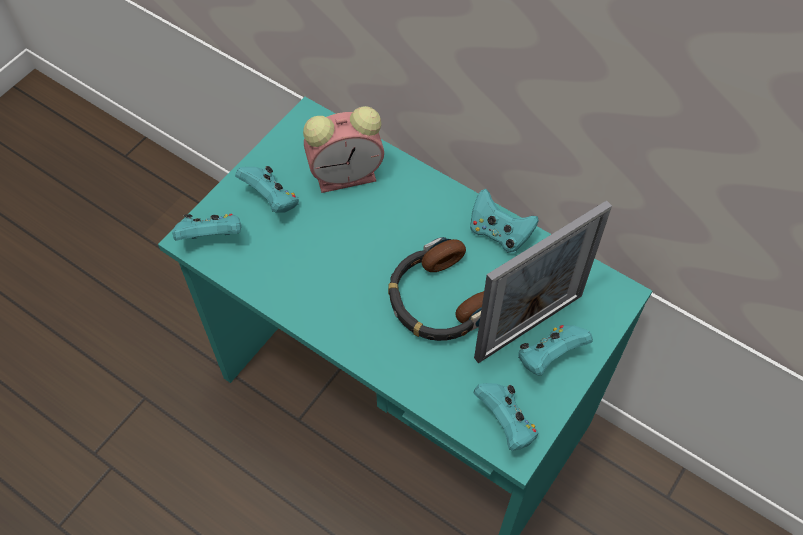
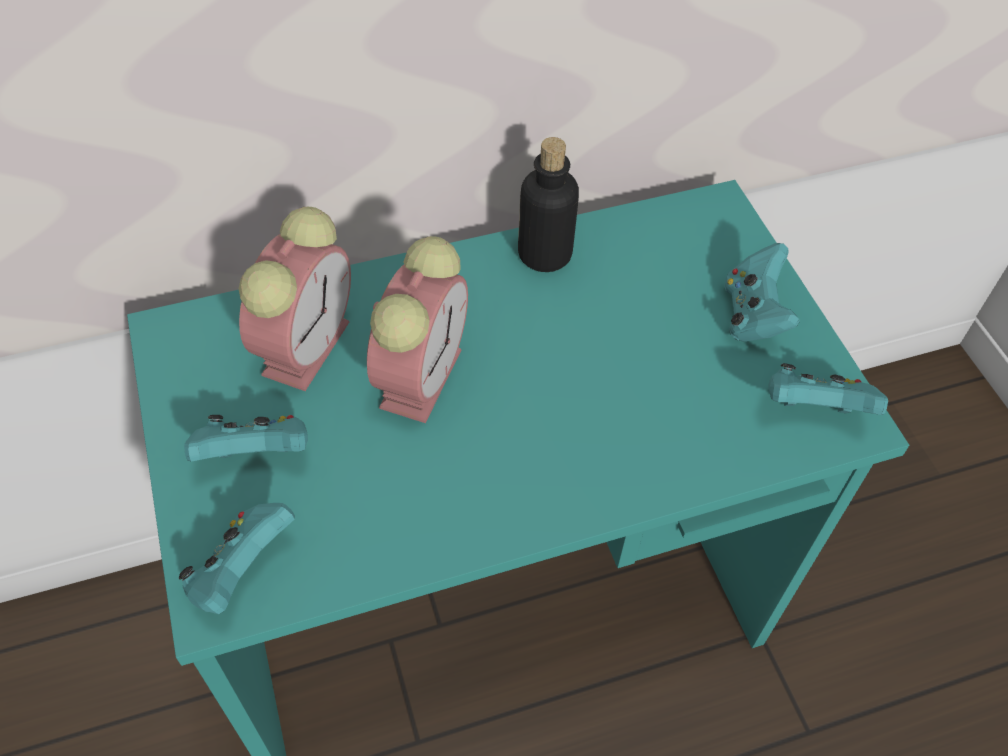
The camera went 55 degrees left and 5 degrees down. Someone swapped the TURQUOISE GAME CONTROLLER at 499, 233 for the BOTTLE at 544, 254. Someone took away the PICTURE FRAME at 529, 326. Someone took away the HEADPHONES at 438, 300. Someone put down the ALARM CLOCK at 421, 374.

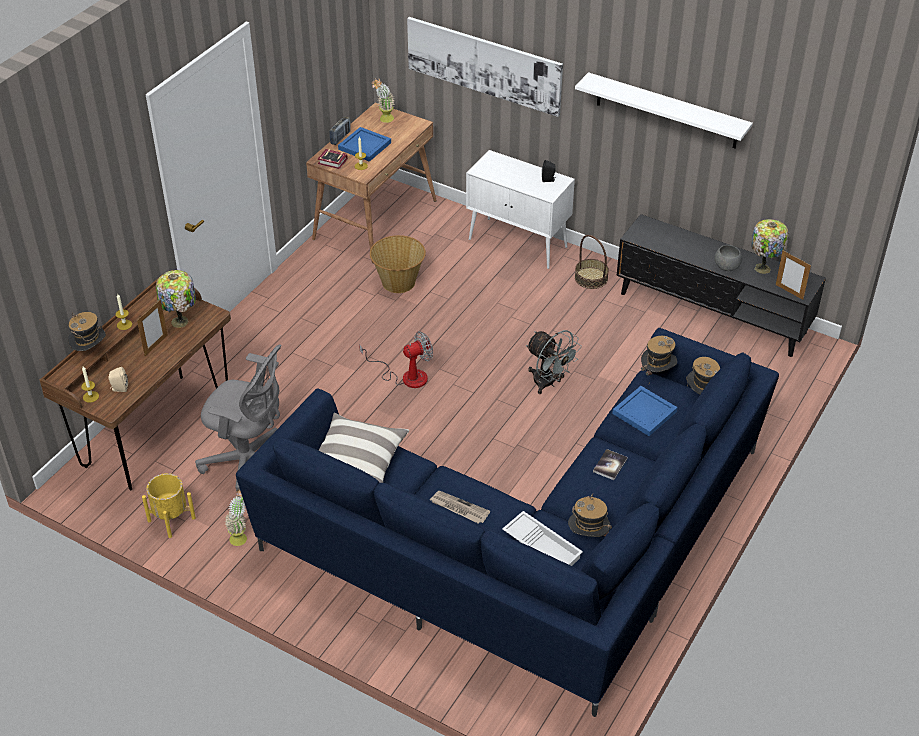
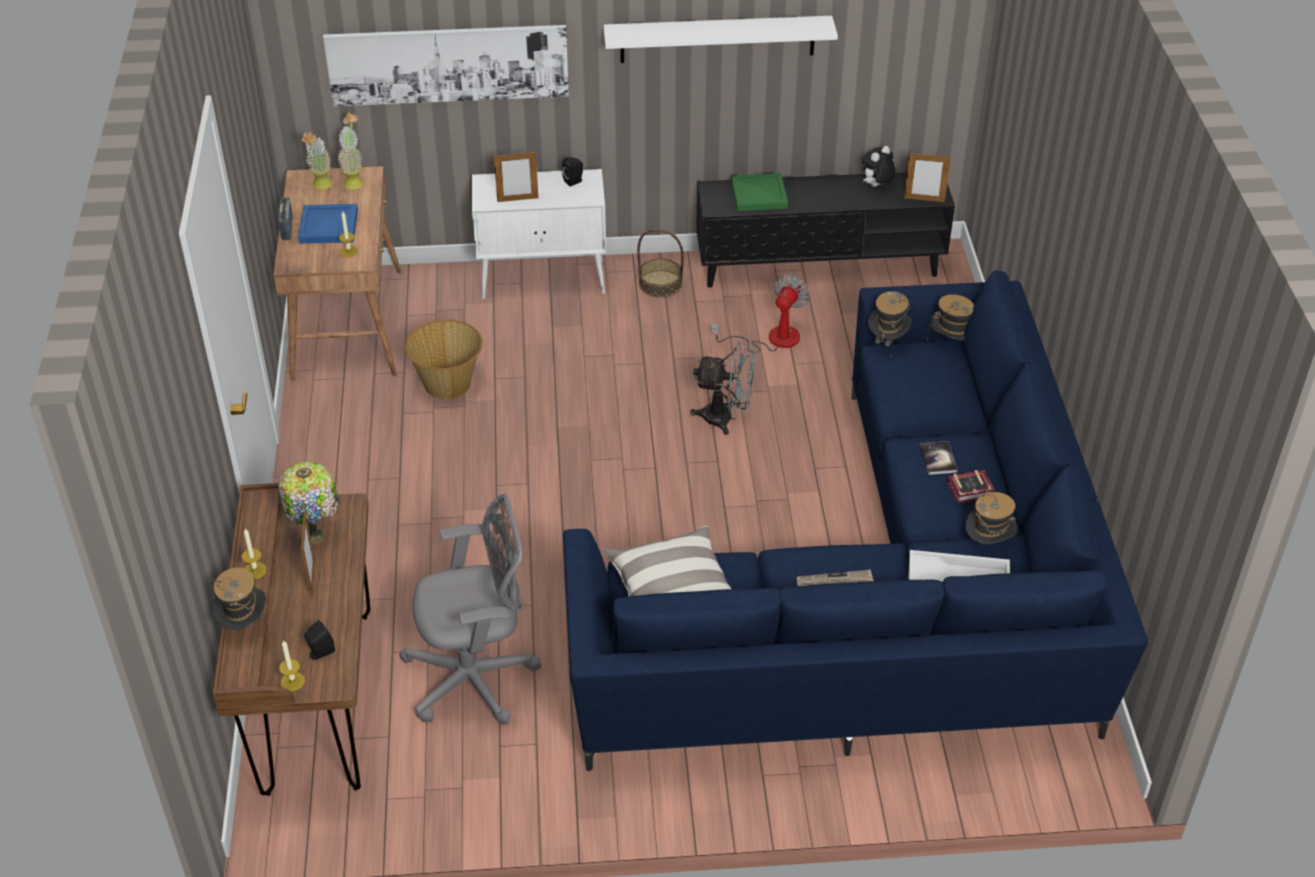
The camera went 35 degrees left and 0 degrees up. Someone carried the BOOK from 333, 162 to 972, 490. Someone swapped the TABLE LAMP at 764, 268 for the PLUSH TOY at 877, 186. Someone took away the GREY BOWL at 726, 267. Someone carried the FAN from 406, 376 to 772, 339. Someone repainted the BEIGE SPEAKER at 119, 388, which became the BLACK SPEAKER at 320, 653. Someone took away the BLUE TRAY at 644, 412. Someone took away the YELLOW PLANTER at 171, 519. Someone carried the POTTED PLANT from 241, 536 to 354, 180. Someone put down the PICTURE FRAME at 517, 199. Someone put down the GREEN TRAY at 758, 194.

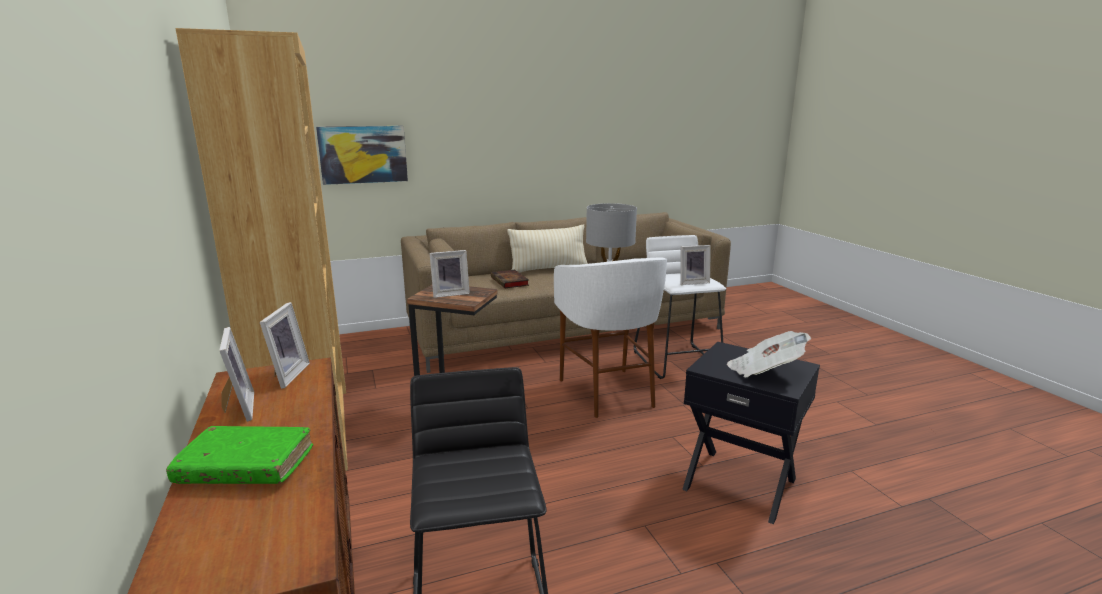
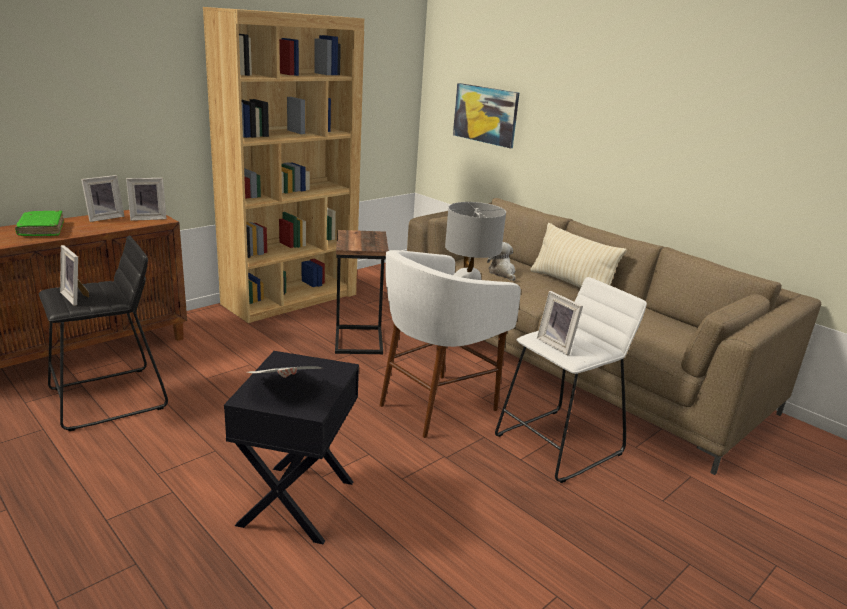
The camera went 65 degrees right and 5 degrees up. Someone carried the PICTURE FRAME from 450, 294 to 76, 297. Someone swapped the BOOK at 510, 282 for the PLUSH TOY at 502, 273.

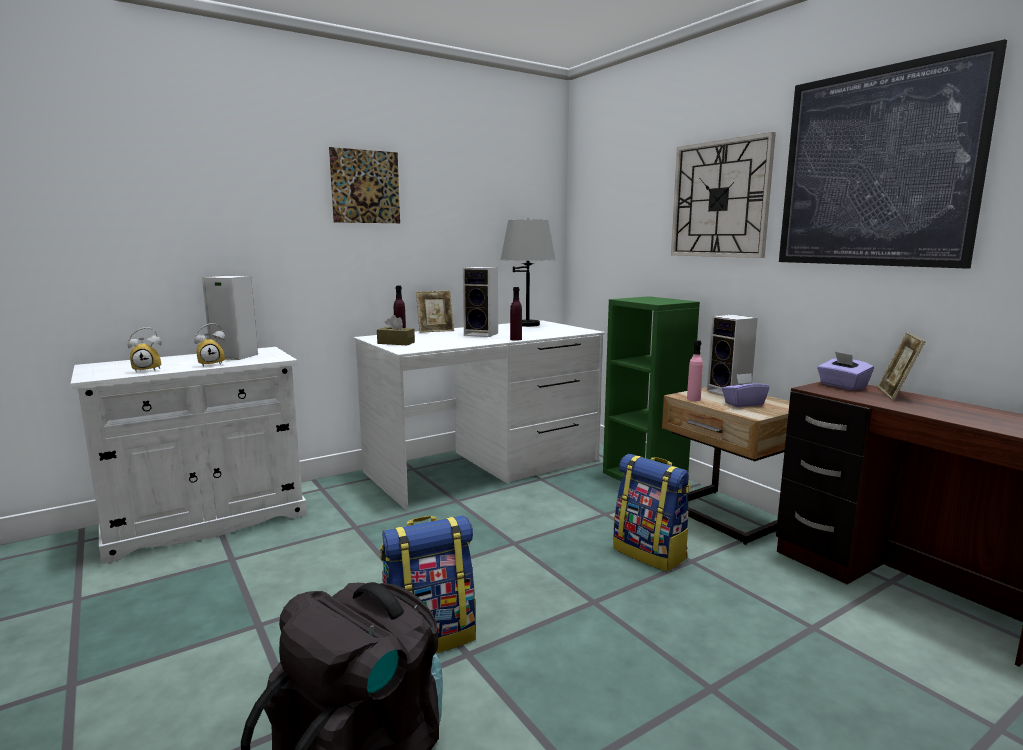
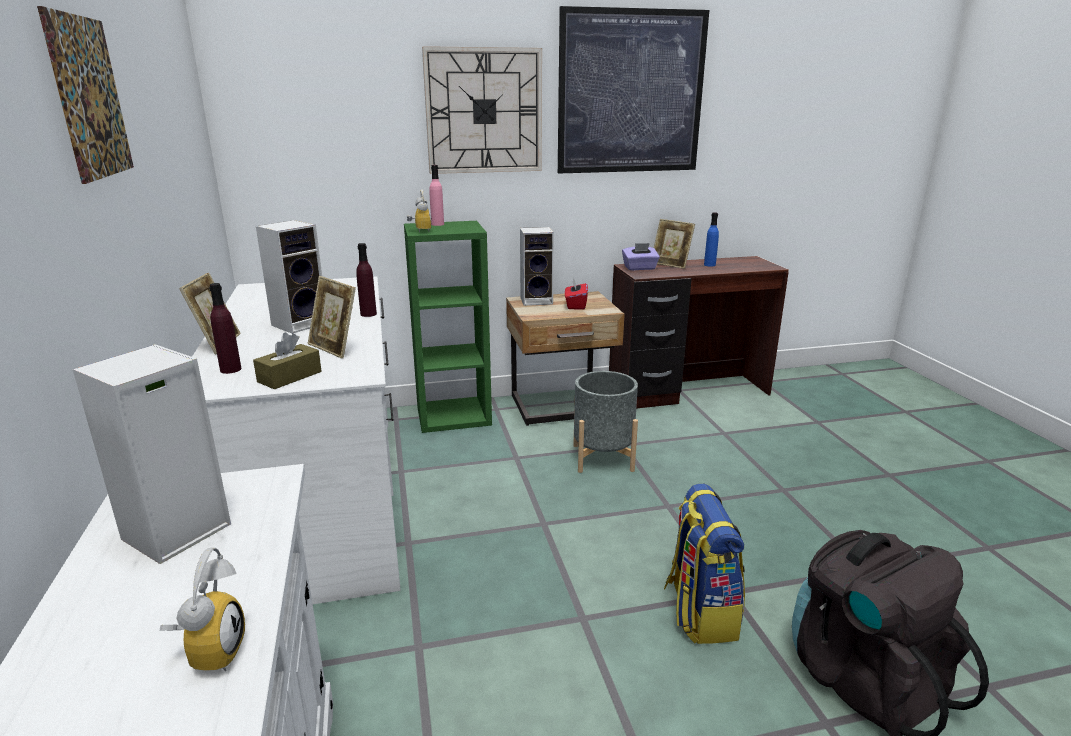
The camera went 70 degrees left and 10 degrees up. Someone took away the GREY TABLE LAMP at 528, 324. Someone carried the ALARM CLOCK from 212, 364 to 419, 230. Someone carried the PINK BOTTLE from 693, 399 to 437, 224. Someone repainted the PURPLE TISSUE BOX at 743, 404, which became the RED TISSUE BOX at 575, 305. Someone swapped the BACKPACK at 650, 553 for the GREY PLANTER at 603, 458. Someone put down the BLUE BOTTLE at 709, 265. Someone put down the PICTURE FRAME at 334, 348.

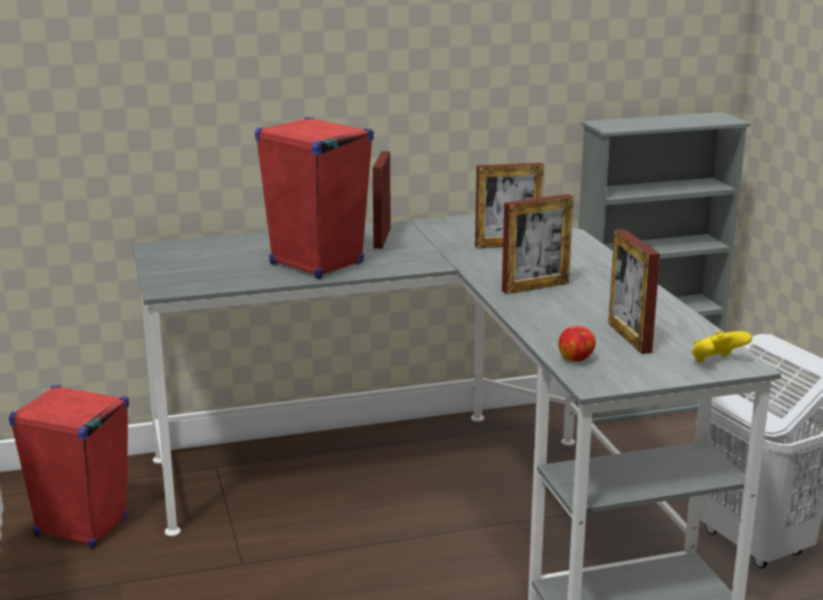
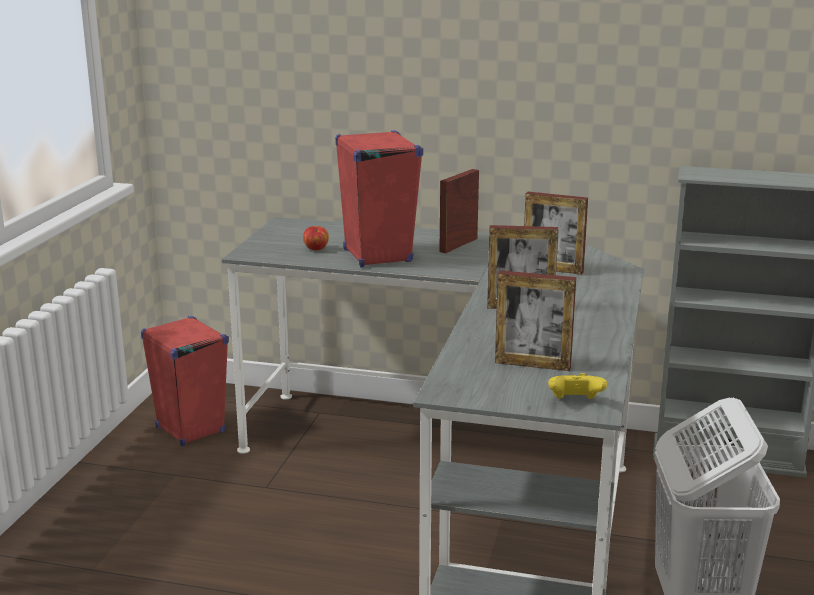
The camera went 30 degrees right and 0 degrees up. Someone rotated the PICTURE FRAME at 629, 337 by 90 degrees counterclockwise. Someone carried the APPLE from 576, 359 to 316, 249.

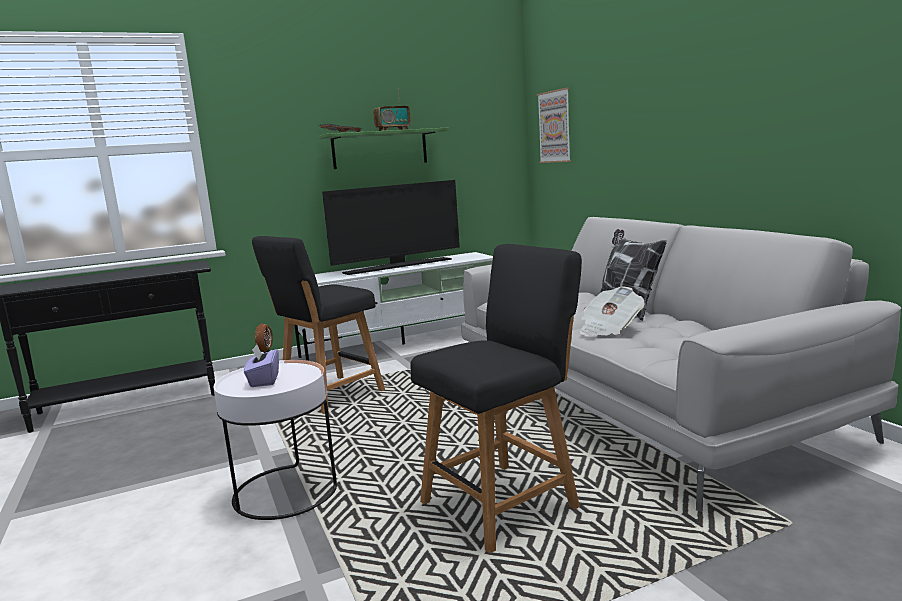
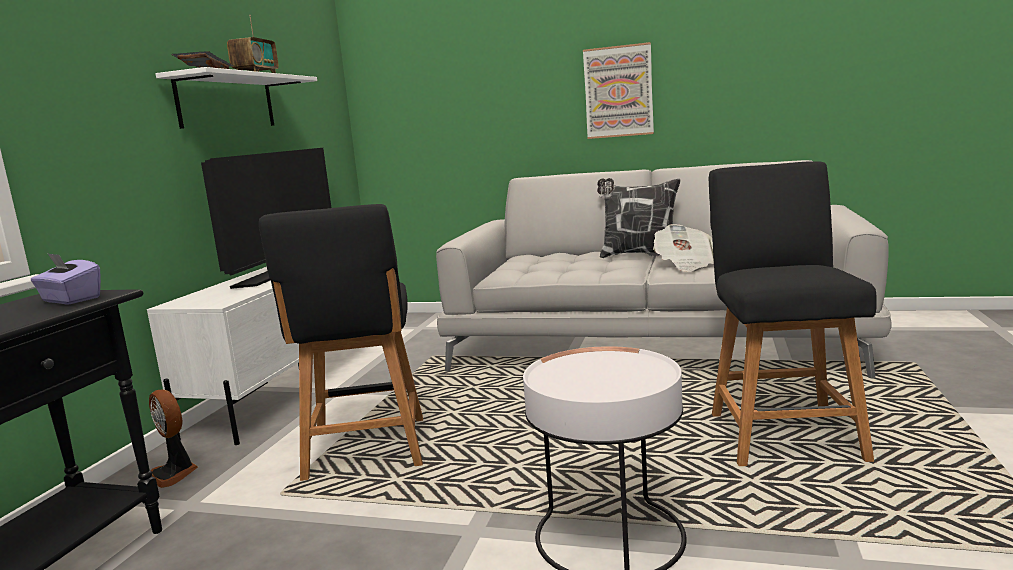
The camera went 50 degrees left and 0 degrees up. Someone carried the PICTURE from 555, 127 to 618, 92. Someone repainted the GREEN SHELF at 380, 149, which became the WHITE SHELF at 227, 102. Someone carried the PURPLE TISSUE BOX from 264, 380 to 70, 300.

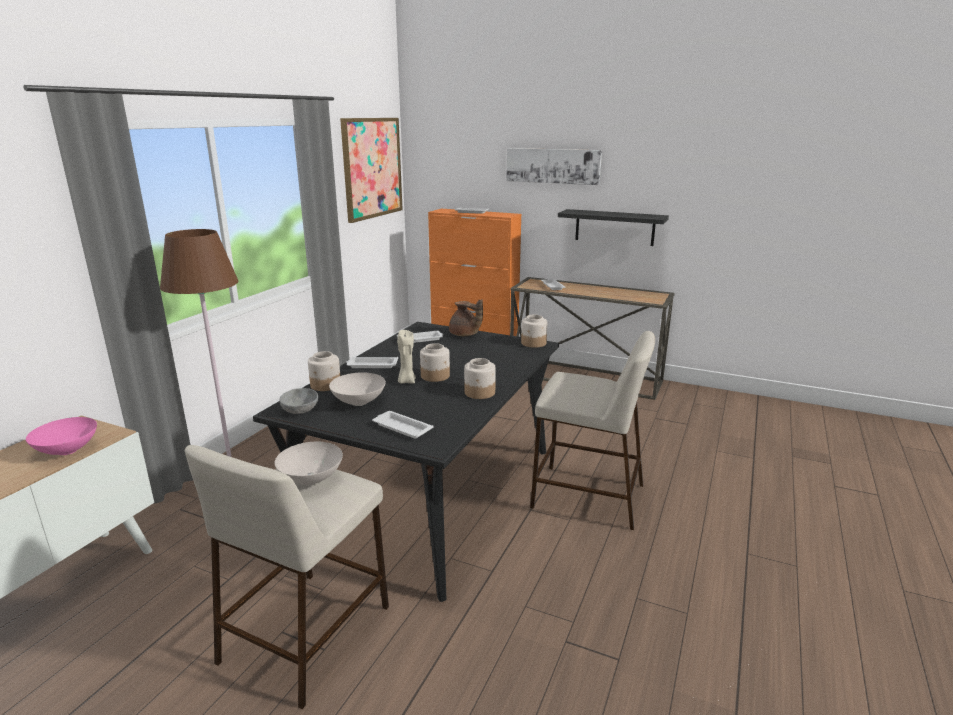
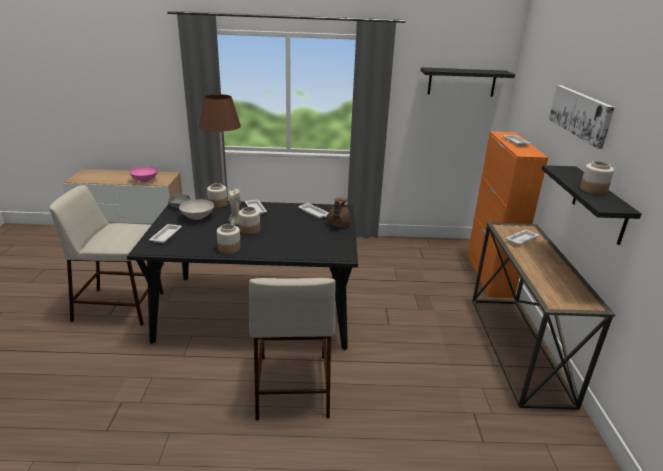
The camera went 65 degrees right and 5 degrees up. Someone swapped the PICTURE at 372, 168 for the BLACK SHELF at 461, 82. Someone carried the JAR from 533, 343 to 593, 190. Someone took away the WHITE BOWL at 310, 479.

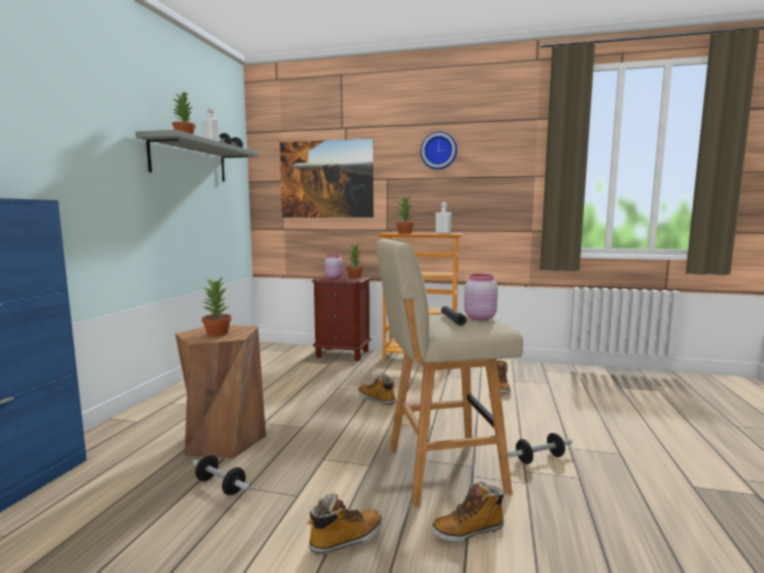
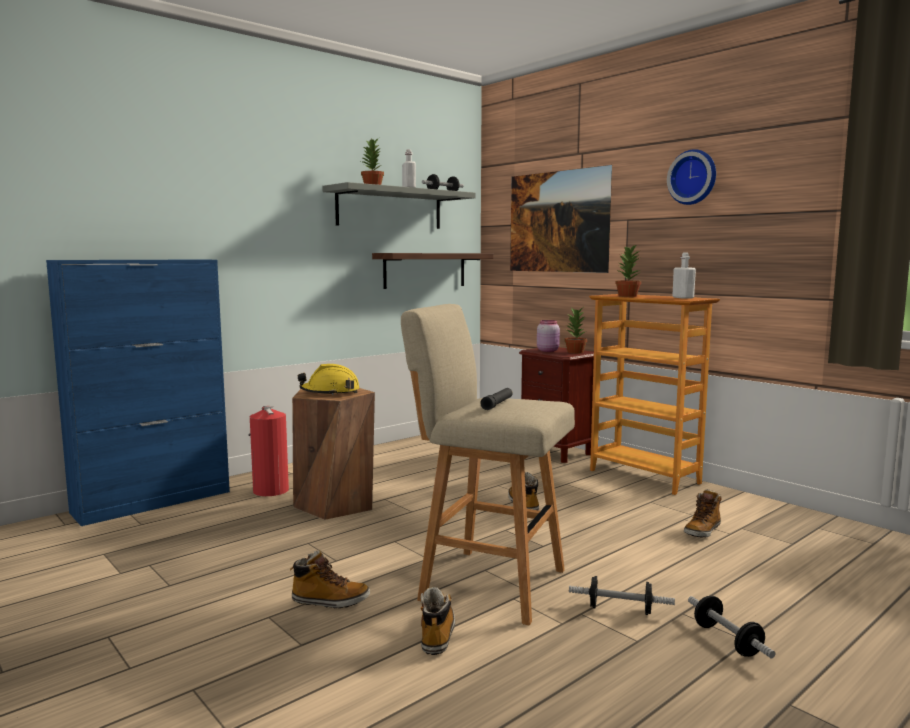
The camera went 35 degrees right and 0 degrees up. Someone took away the PINK JAR at 479, 317. Someone swapped the POTTED PLANT at 218, 333 for the YELLOW HARD HAT at 330, 392. Someone carried the DUMBBELL from 220, 486 to 727, 640. Someone rotated the BOOT at 468, 530 by 75 degrees clockwise. Someone put up the SHELF at 425, 270. Someone put down the FIRE EXTINGUISHER at 270, 489.

